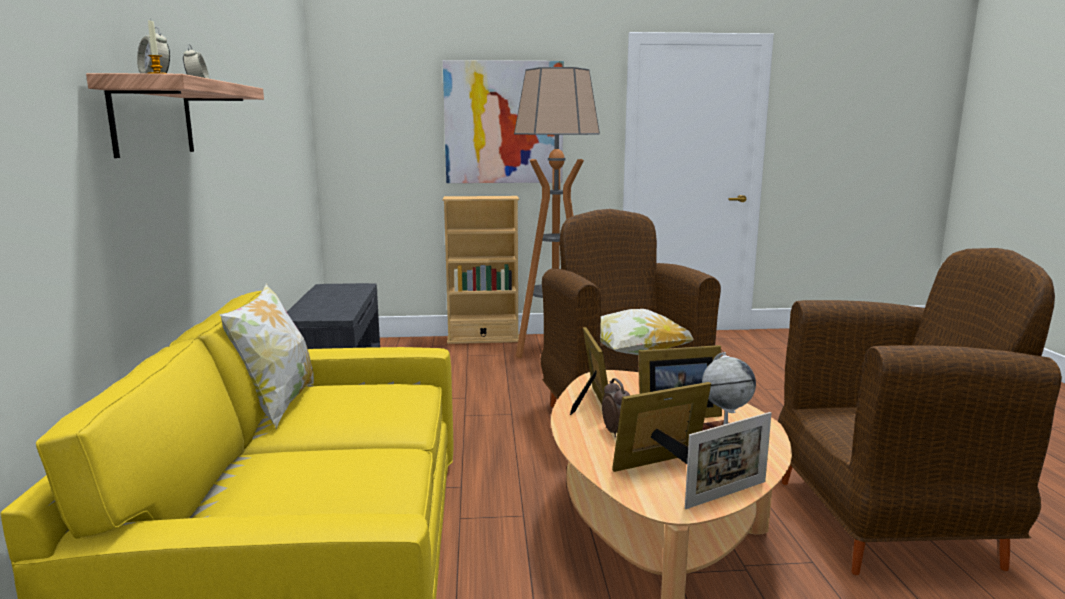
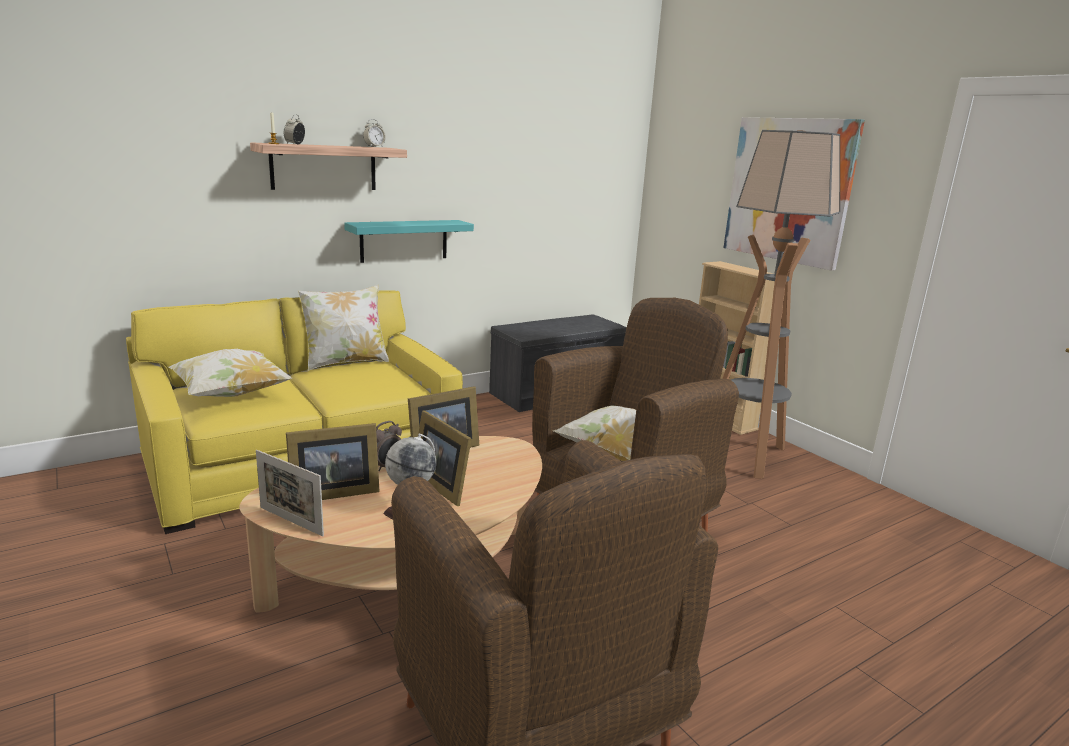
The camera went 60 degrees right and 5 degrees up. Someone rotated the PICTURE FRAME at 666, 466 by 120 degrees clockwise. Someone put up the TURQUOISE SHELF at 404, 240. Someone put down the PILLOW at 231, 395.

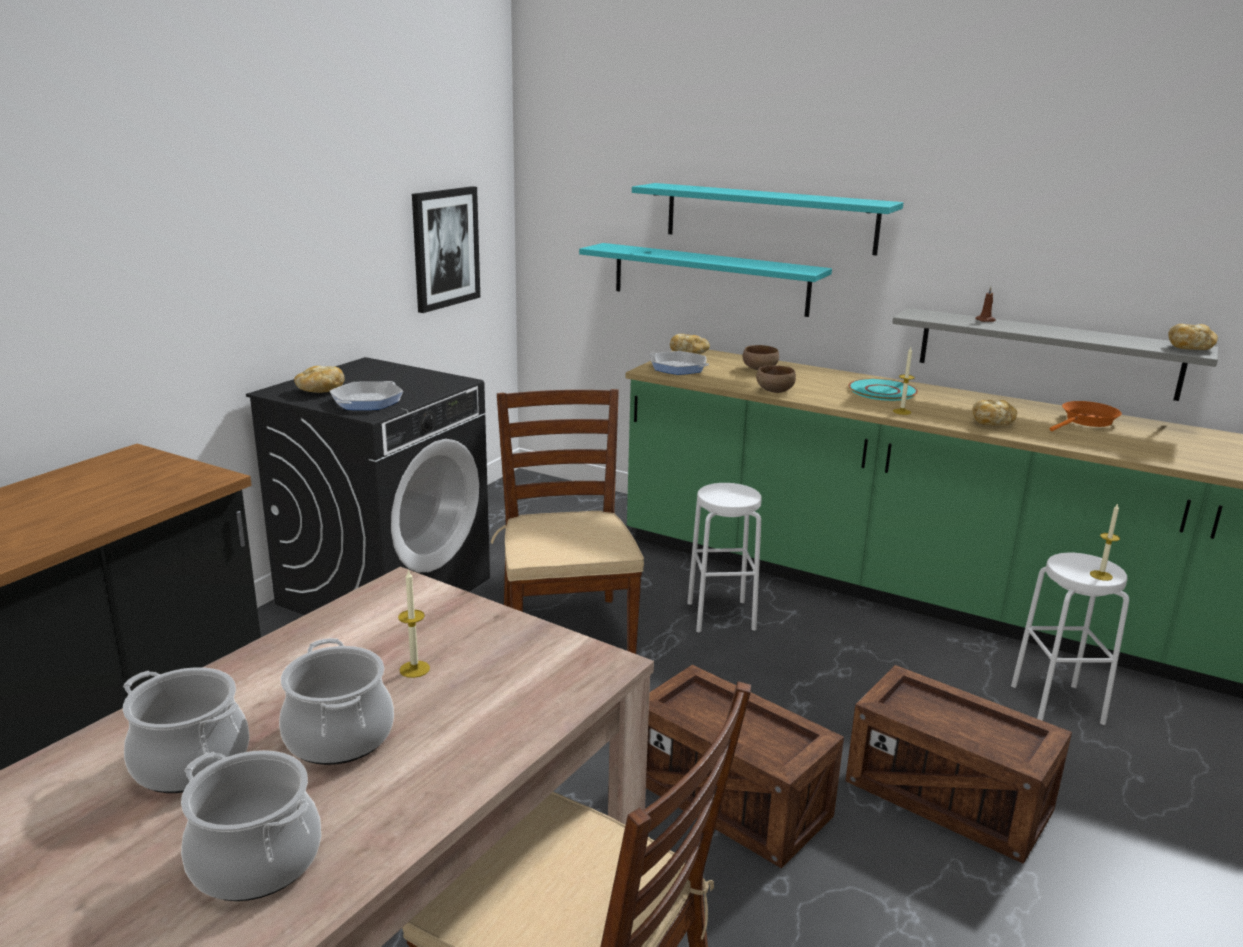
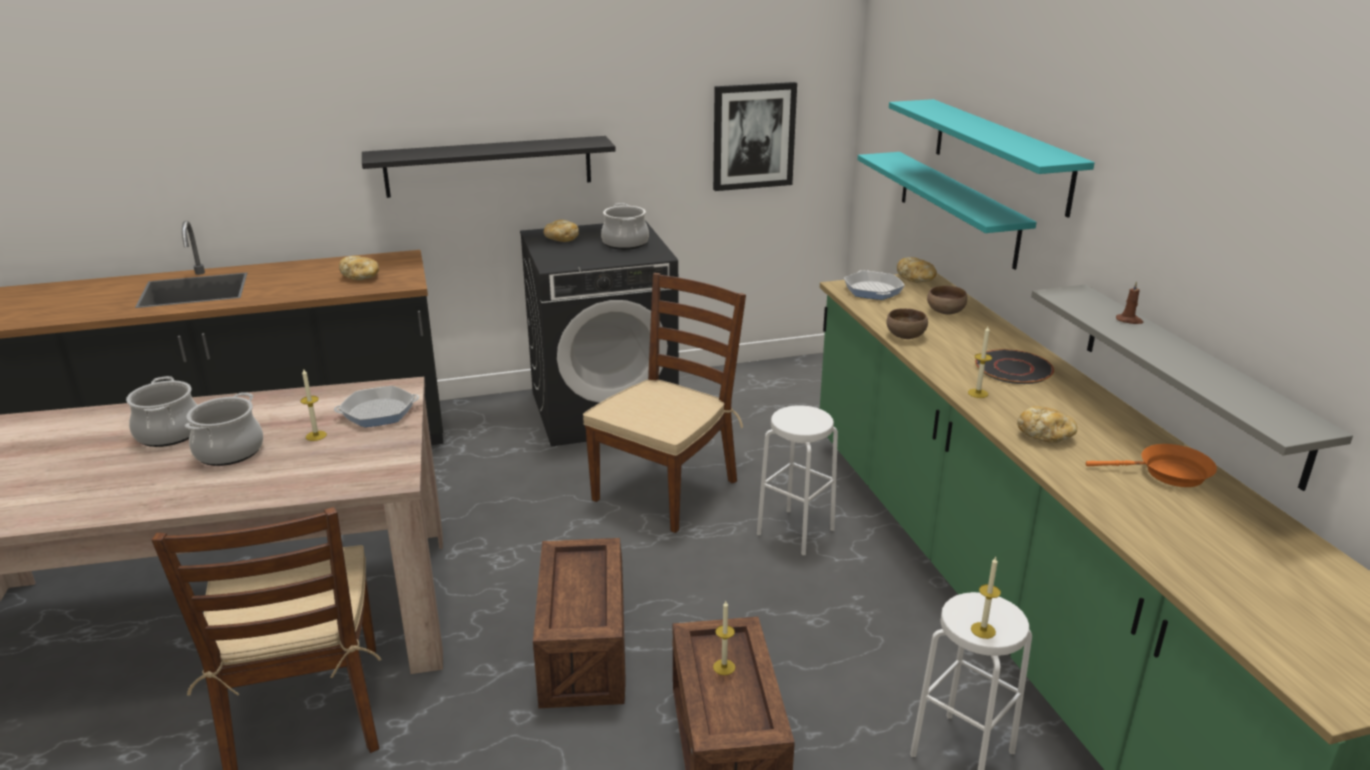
The camera went 45 degrees right and 5 degrees up. Someone carried the BREAD from 1189, 348 to 361, 277. Someone repainted the TURQUOISE PLATE at 882, 391, which became the BLACK PLATE at 1013, 368. Someone carried the FRYING PAN from 367, 401 to 378, 412. Someone carried the COOKING POT from 255, 860 to 625, 243. Someone put up the BLACK SHELF at 489, 166. Someone put down the CANDLE at 724, 667.

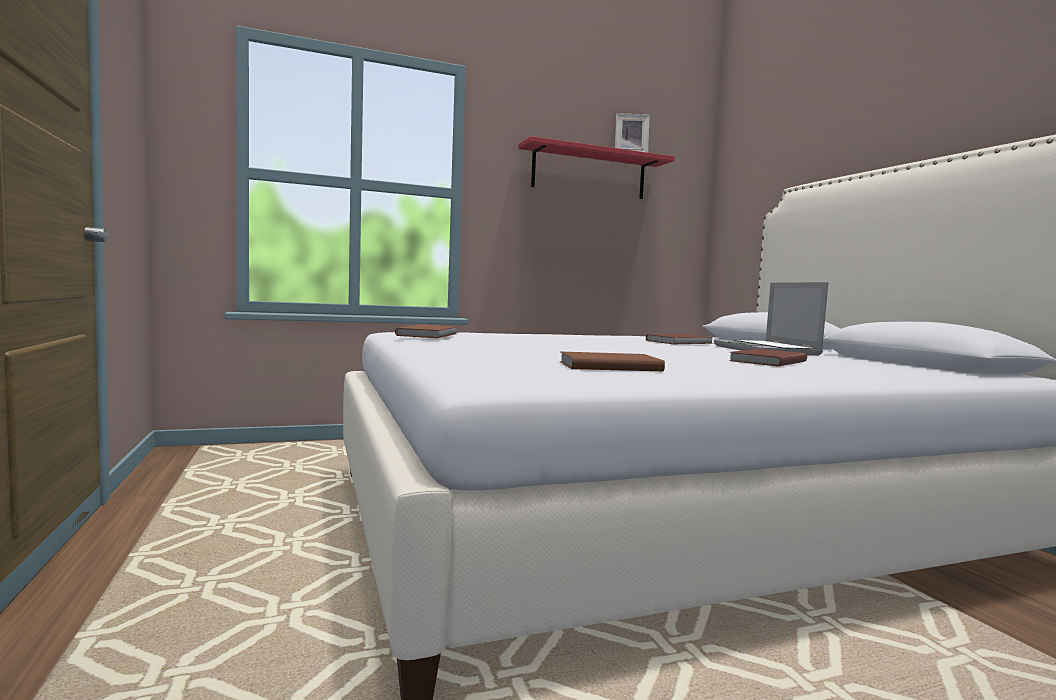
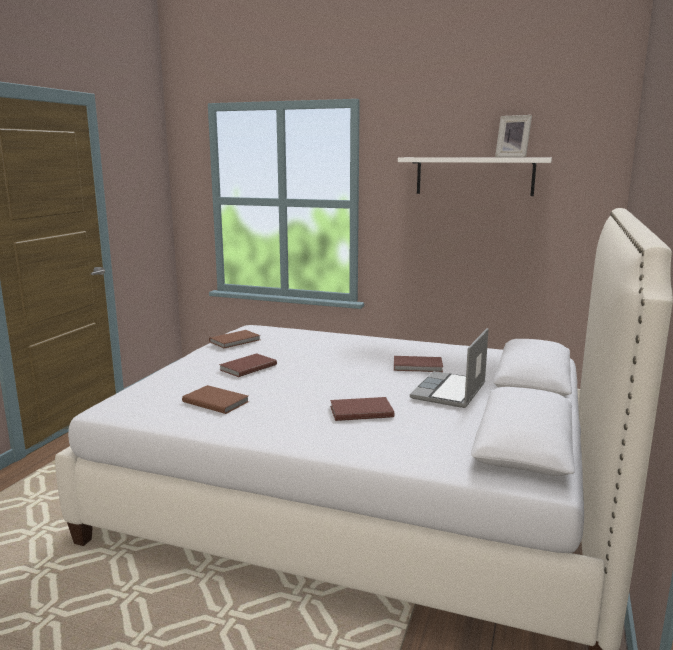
The camera went 40 degrees right and 10 degrees up. Someone repainted the RED SHELF at 589, 173, which became the WHITE SHELF at 474, 176. Someone put down the BROWN BOOK at 247, 367.

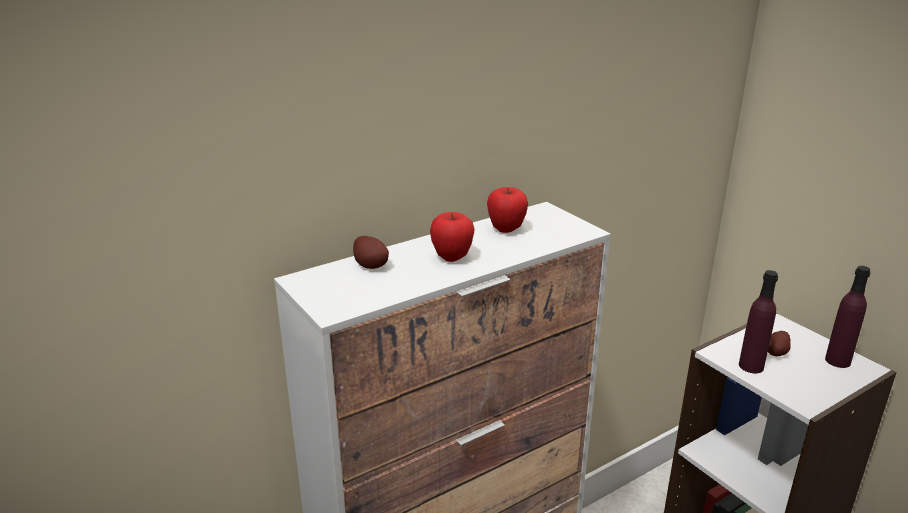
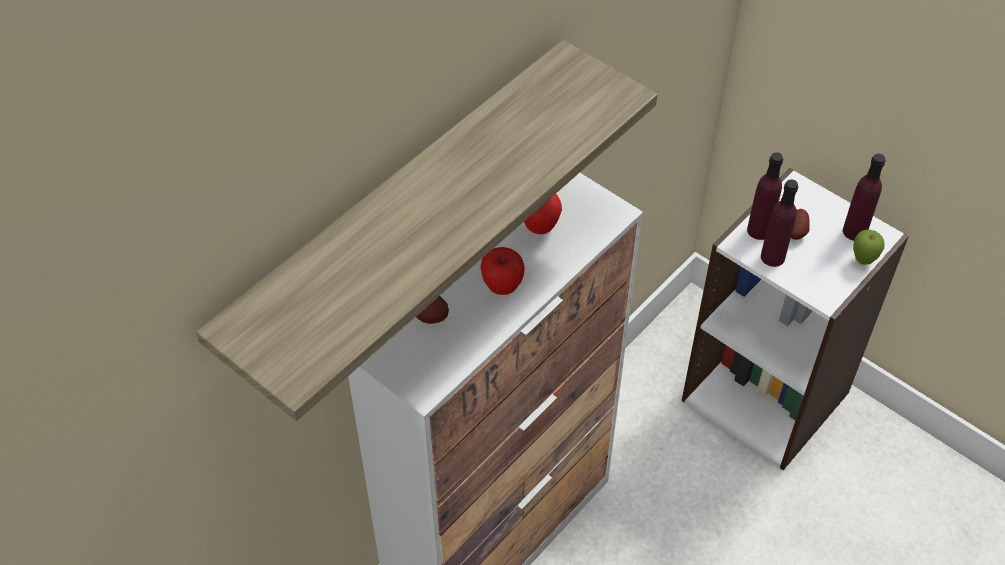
The camera went 15 degrees left and 25 degrees up. Someone put up the SHELF at 399, 210. Someone put down the PURPLE BOTTLE at 759, 230. Someone put down the APPLE at 863, 260.

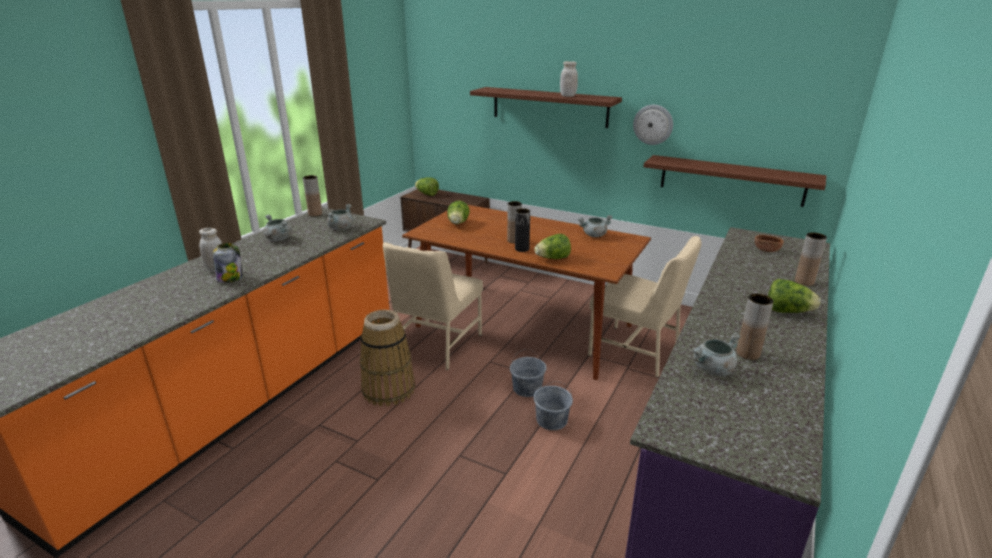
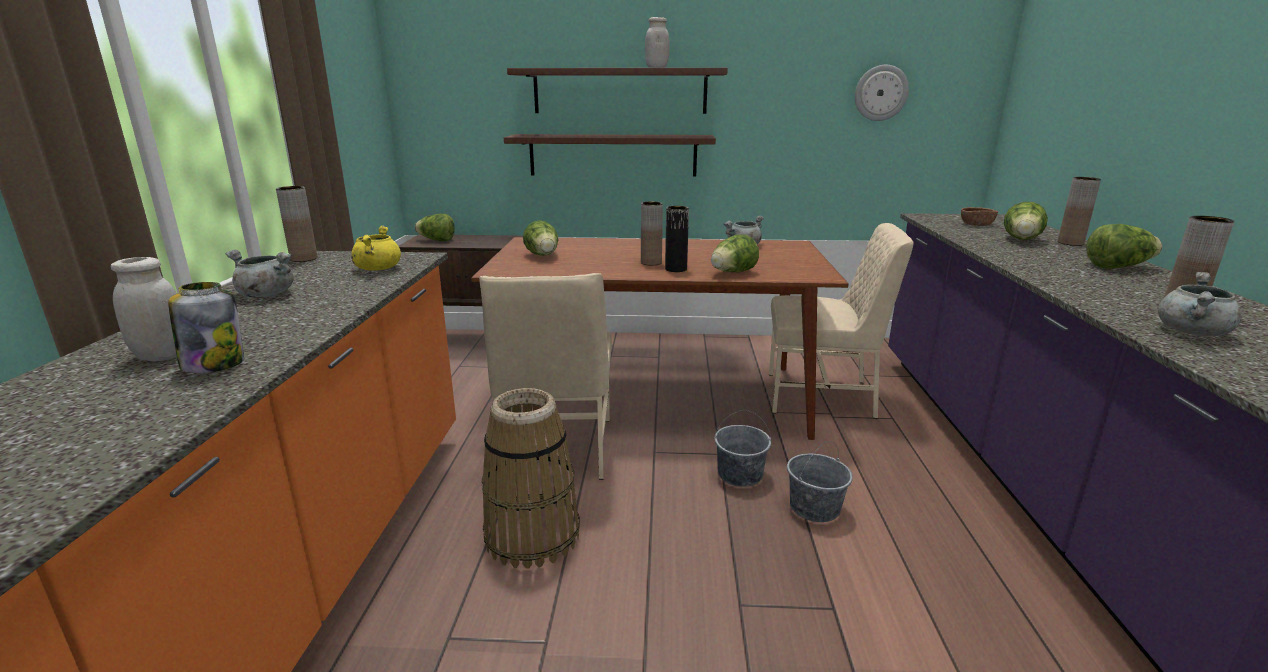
The camera went 25 degrees left and 5 degrees down. Someone carried the WALL CLOCK from 653, 124 to 881, 93. Someone carried the BROWN SHELF from 731, 180 to 612, 155. Someone repainted the GREY COOKING POT at 340, 228, which became the YELLOW COOKING POT at 378, 268. Someone put down the LETTUCE at 1022, 240.

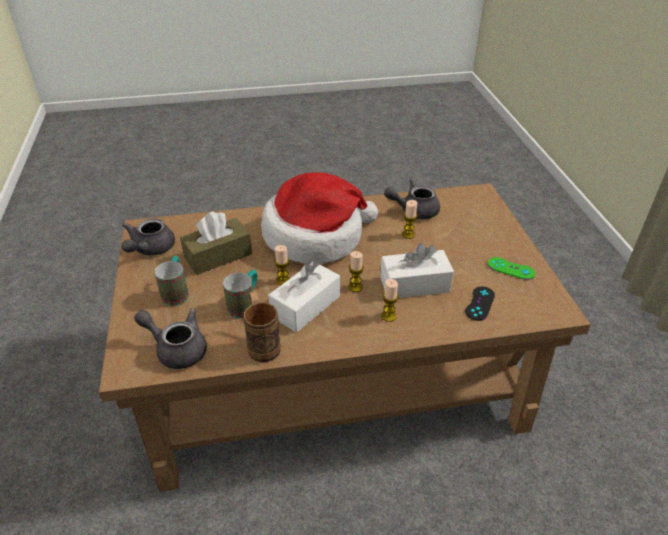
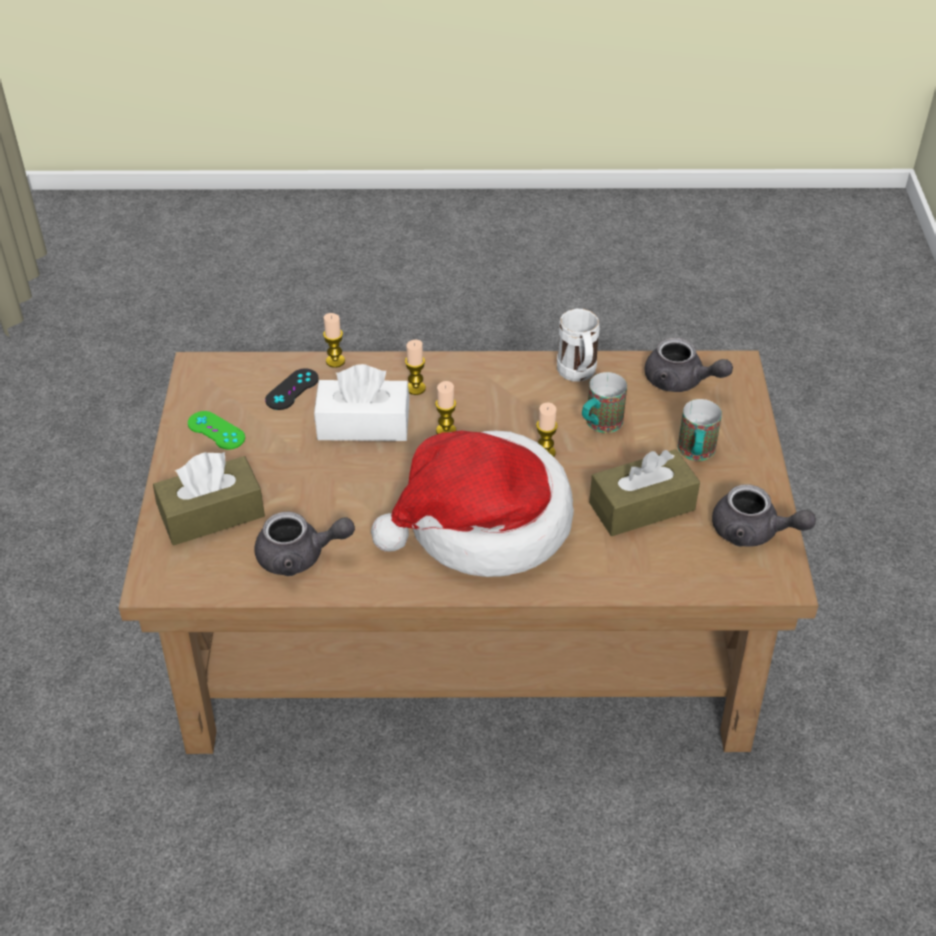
The camera went 170 degrees left and 5 degrees up. Someone carried the CANDLE from 408, 234 to 335, 361. Someone rotated the GREY TEAPOT at 150, 249 by 90 degrees clockwise. Someone took away the WHITE TISSUE BOX at 305, 306. Someone repainted the BROWN MUG at 262, 343, which became the WHITE MUG at 578, 375. Someone put down the BROWN TISSUE BOX at 212, 514.

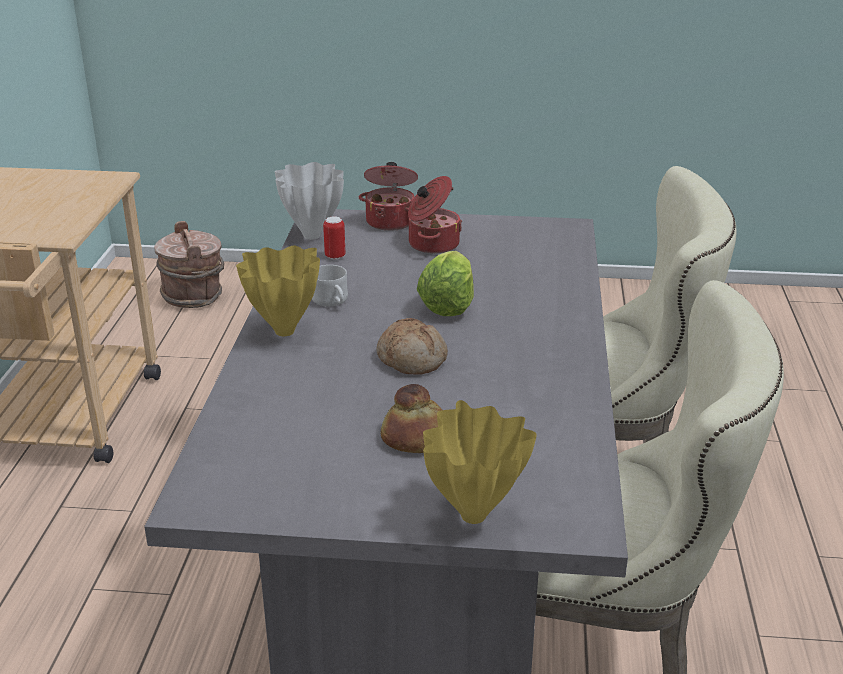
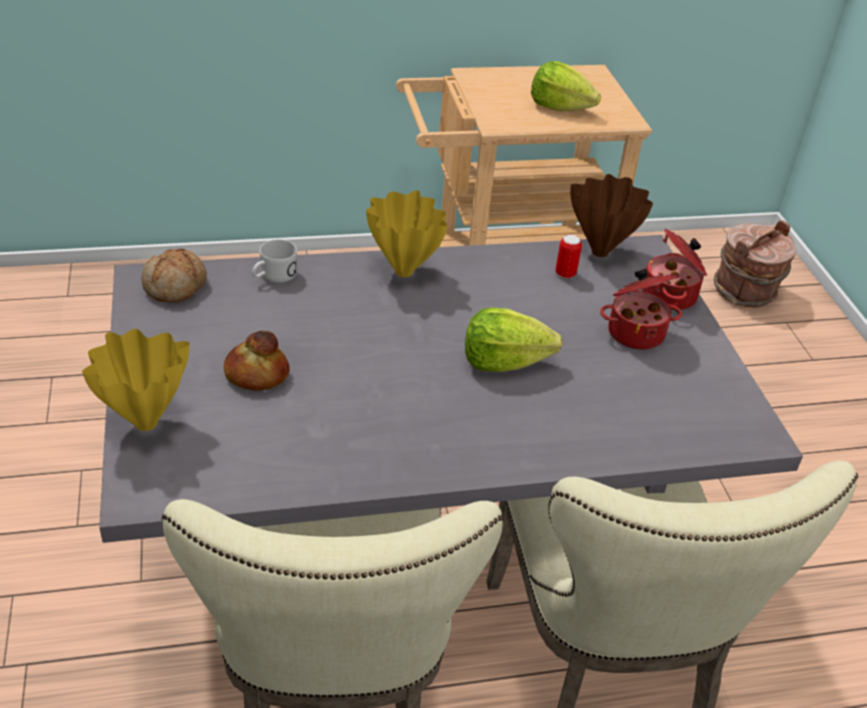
The camera went 70 degrees right and 10 degrees up. Someone repainted the WHITE VASE at 312, 235, which became the BROWN VASE at 601, 252. Someone carried the WHITE MUG from 332, 302 to 273, 276. Someone carried the BREAD from 412, 359 to 176, 286. Someone put down the LETTUCE at 560, 107.

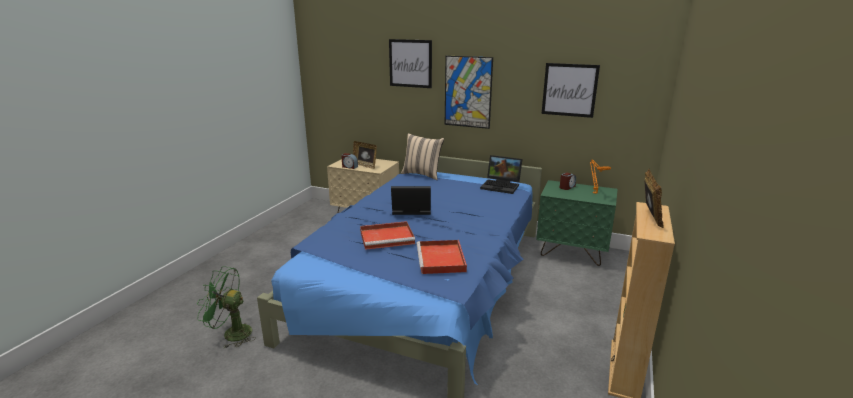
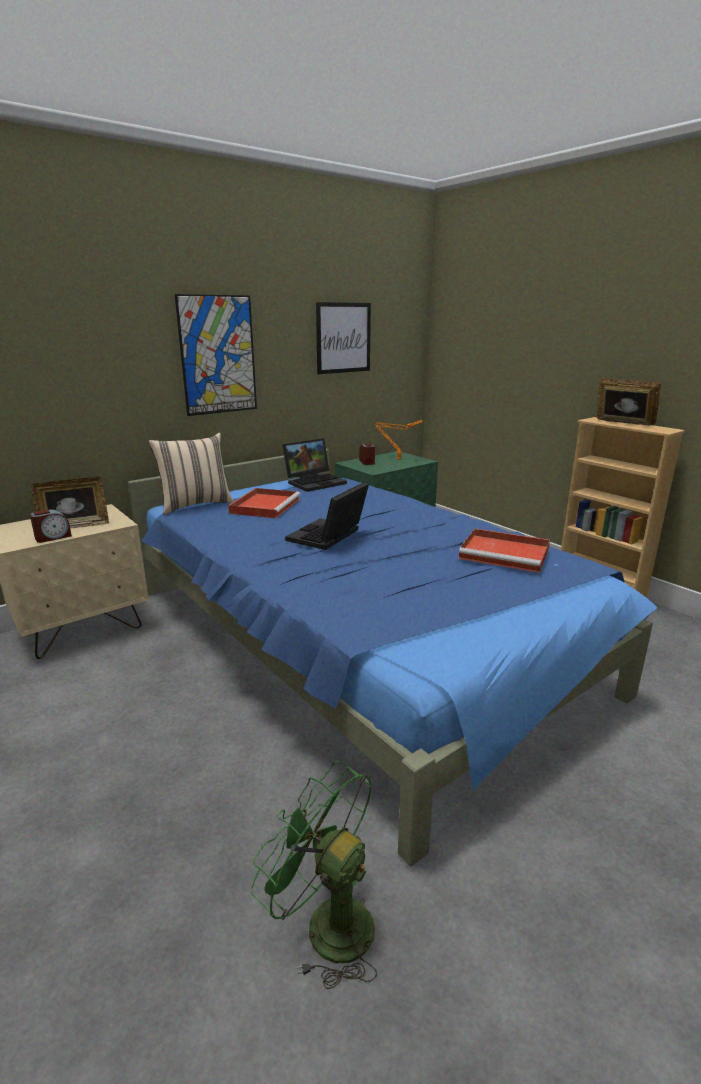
The camera went 60 degrees left and 0 degrees up. Someone took away the PICTURE at 410, 63. Someone carried the RED TRAY from 388, 237 to 265, 505. Someone rotated the GREEN FAN at 231, 334 by 90 degrees clockwise.

